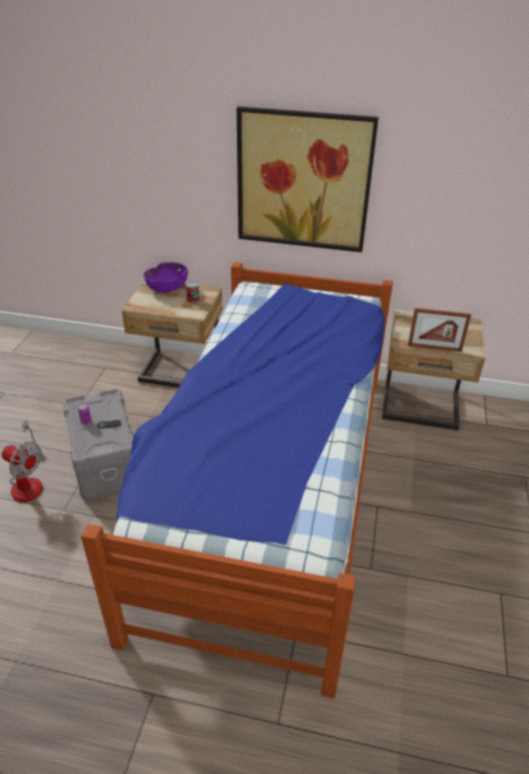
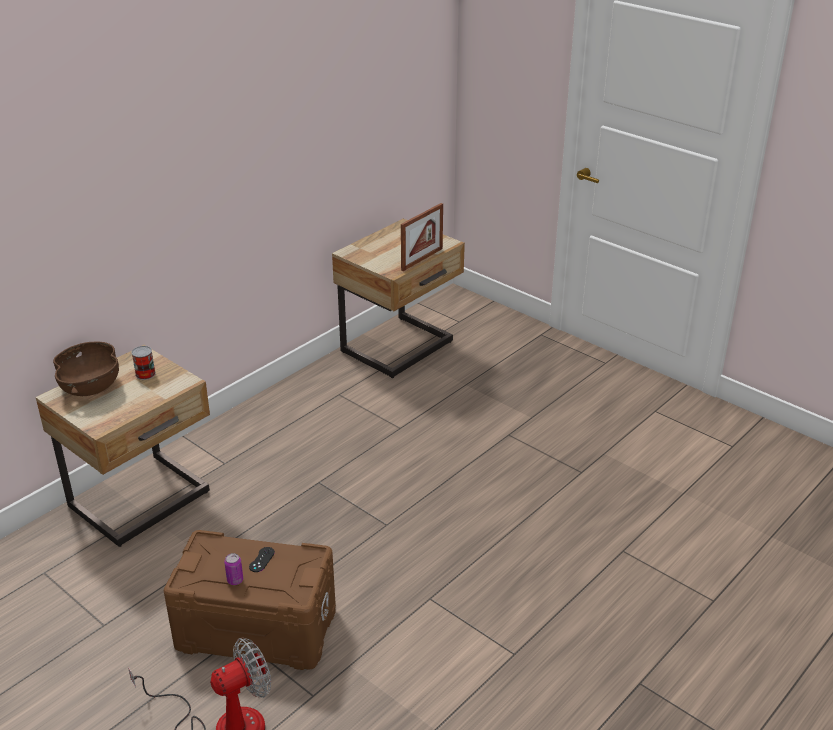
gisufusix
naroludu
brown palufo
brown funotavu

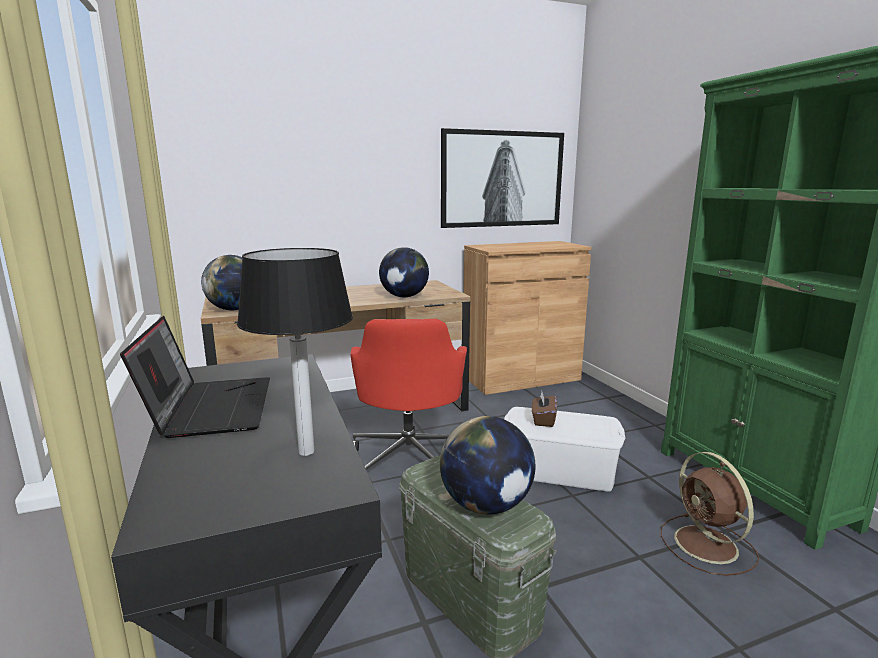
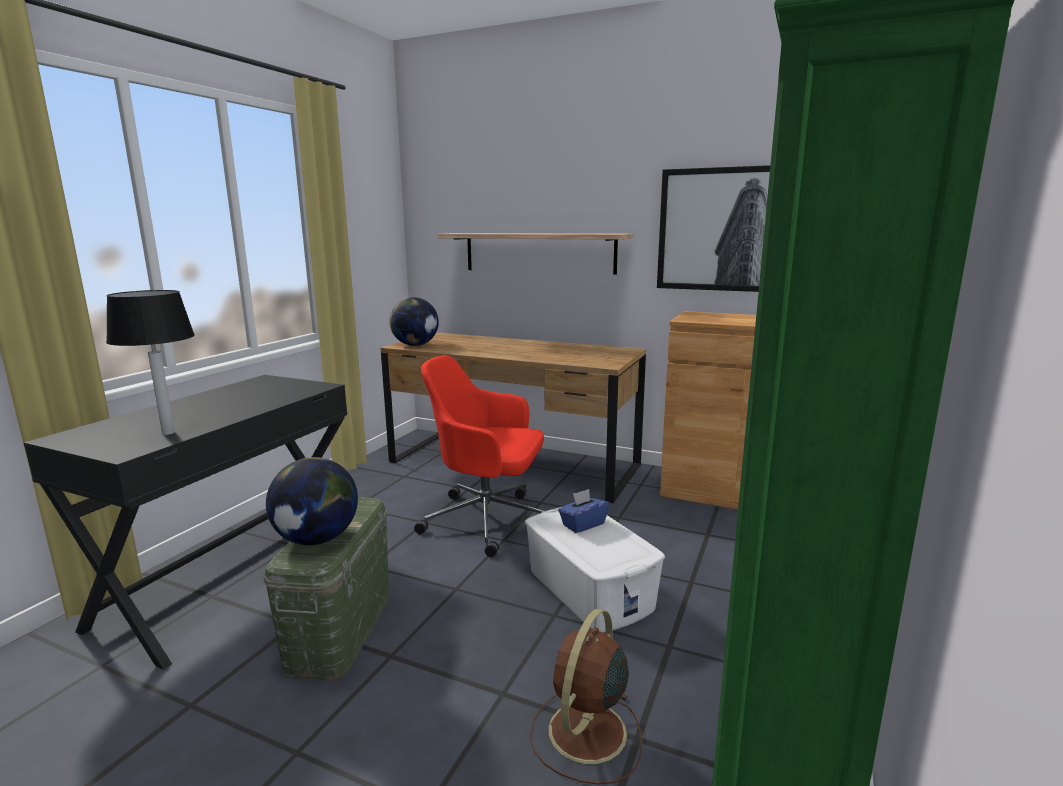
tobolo (2nd from left in the first image)
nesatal
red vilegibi
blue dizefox
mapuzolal

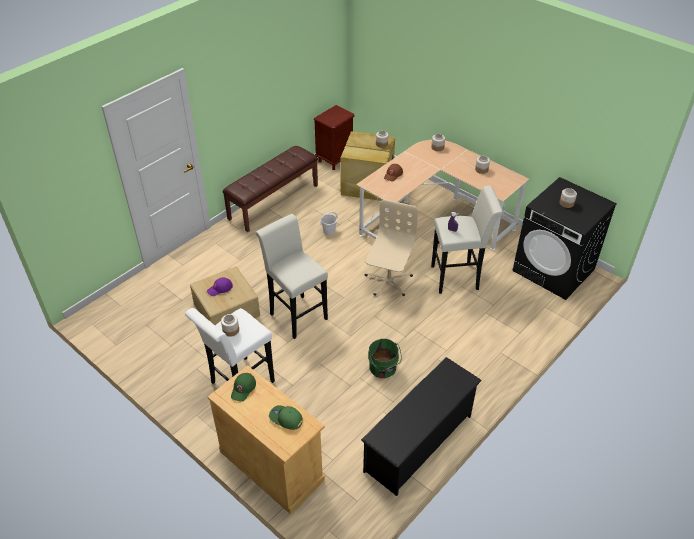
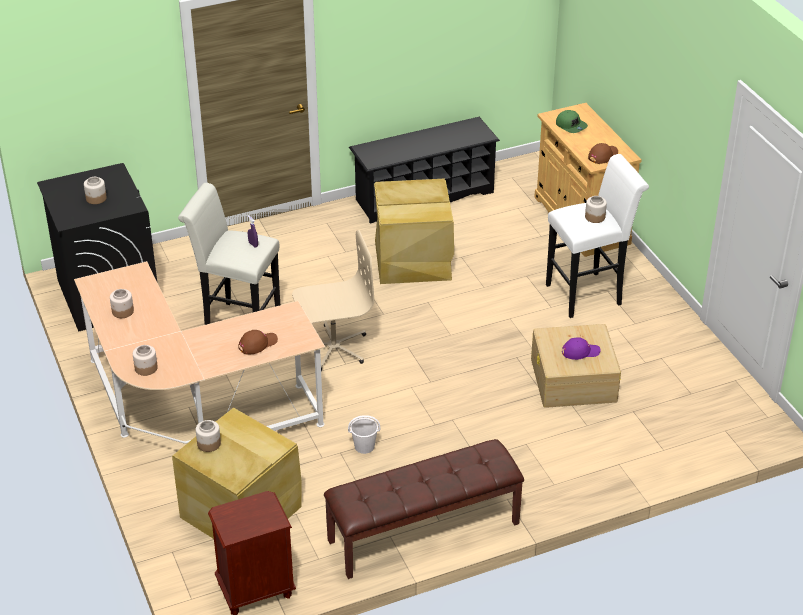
beige vilegibi
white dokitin (2nd from left in the first image)
beige funotavu (2nd from left)
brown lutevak (2nd from left)

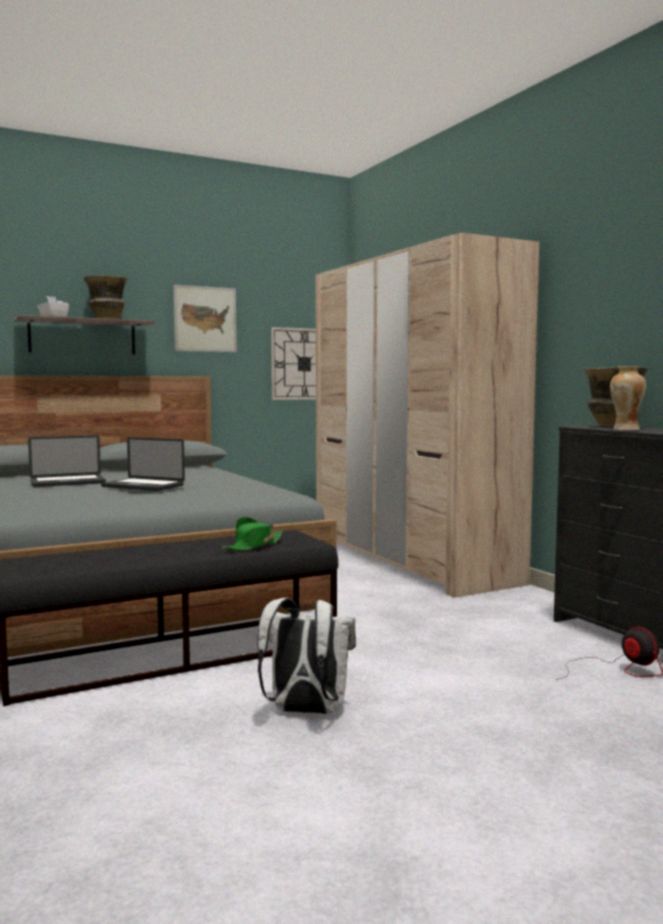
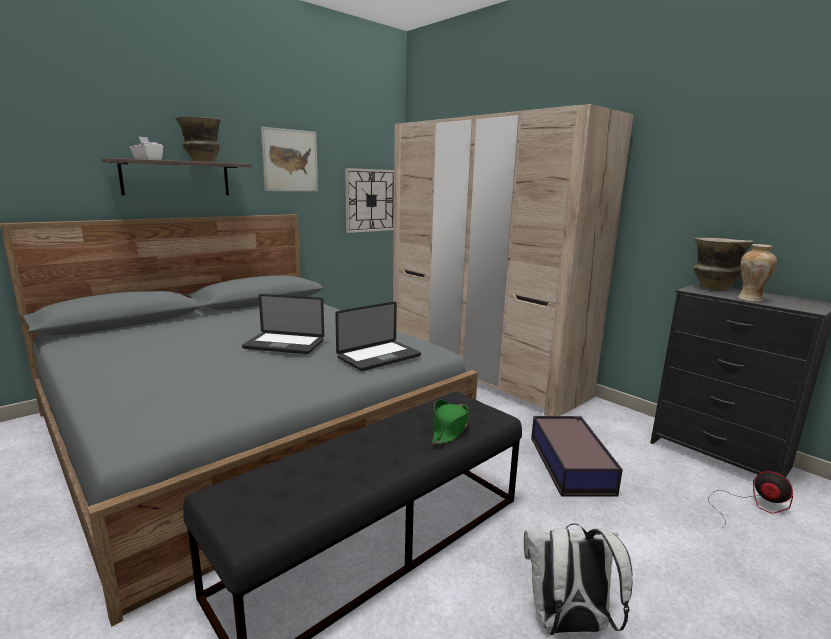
nesatal (2nd from left)
funotavu

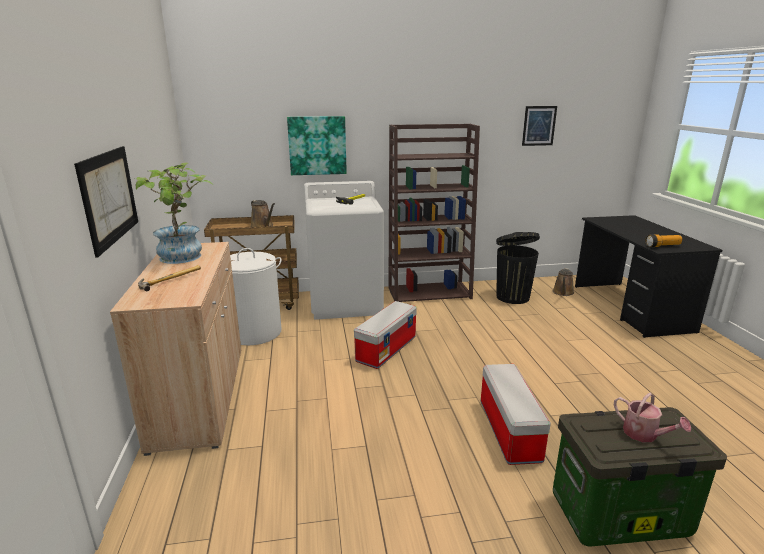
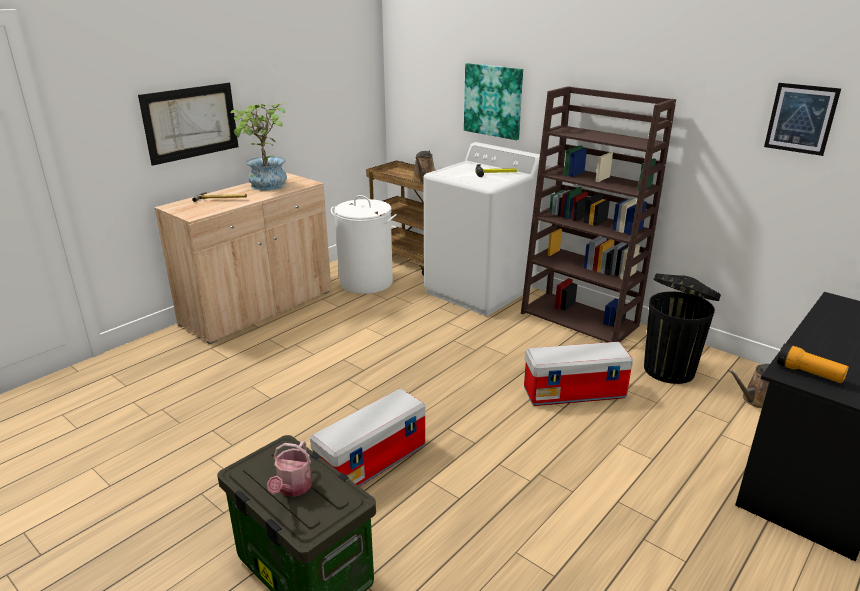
funotavu (3rd from left)

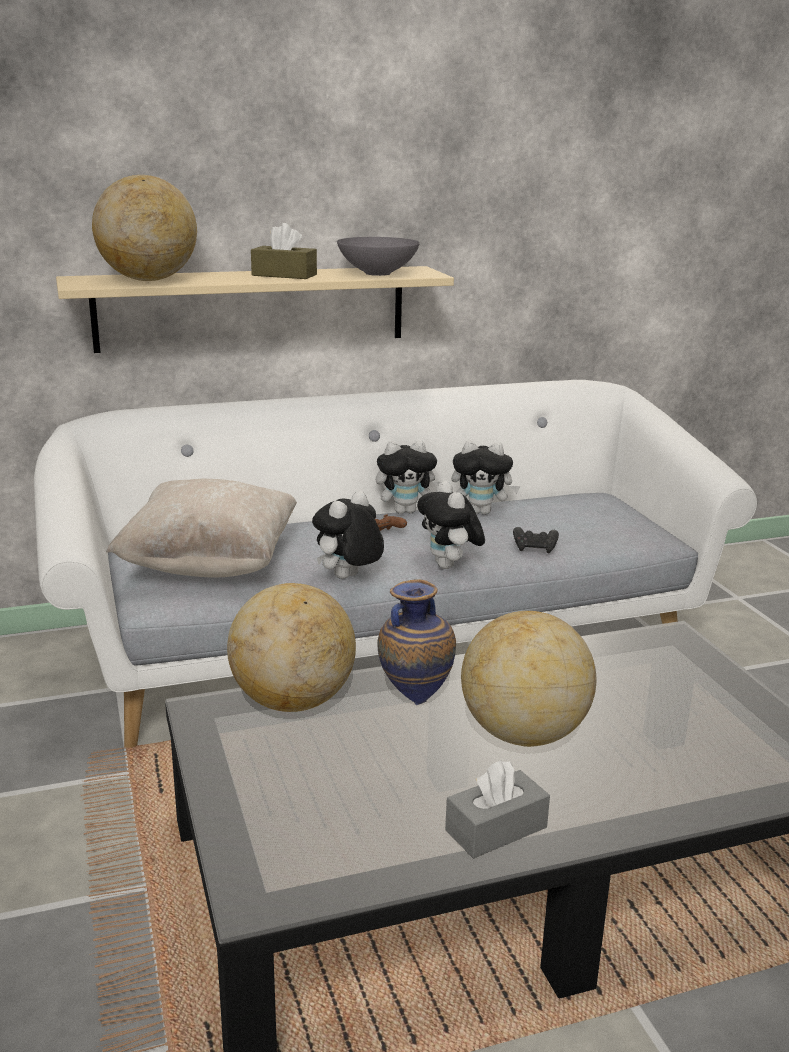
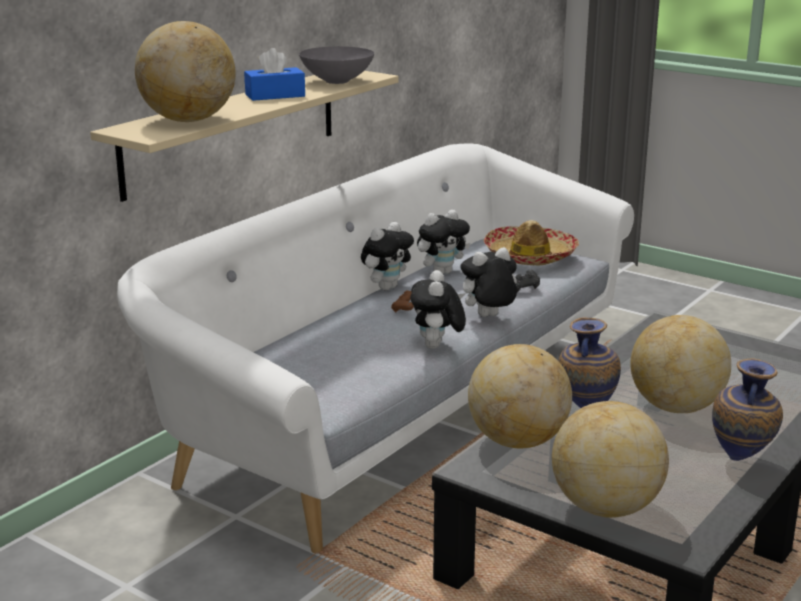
blue dizefox
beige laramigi
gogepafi (4th from left)
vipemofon (2nd from left)
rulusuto
tobolo (3rd from left)

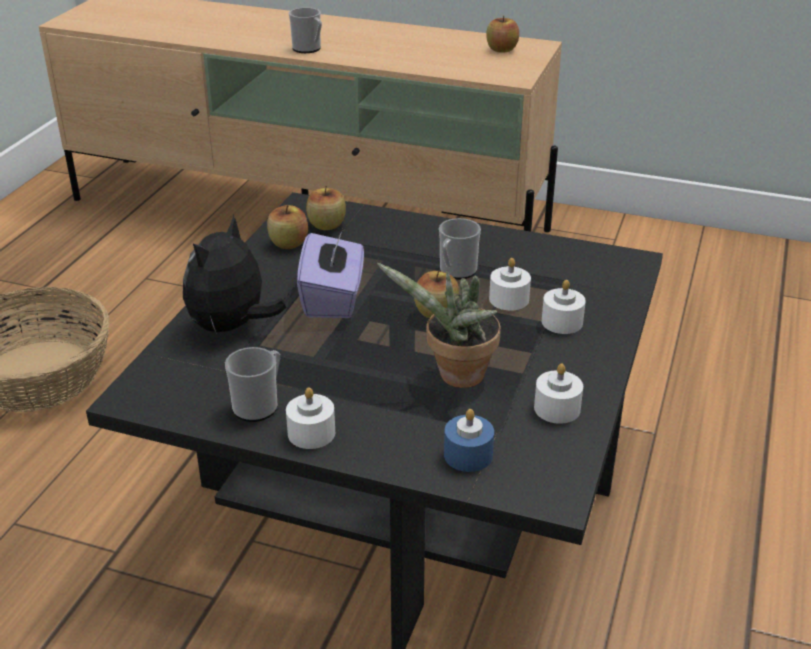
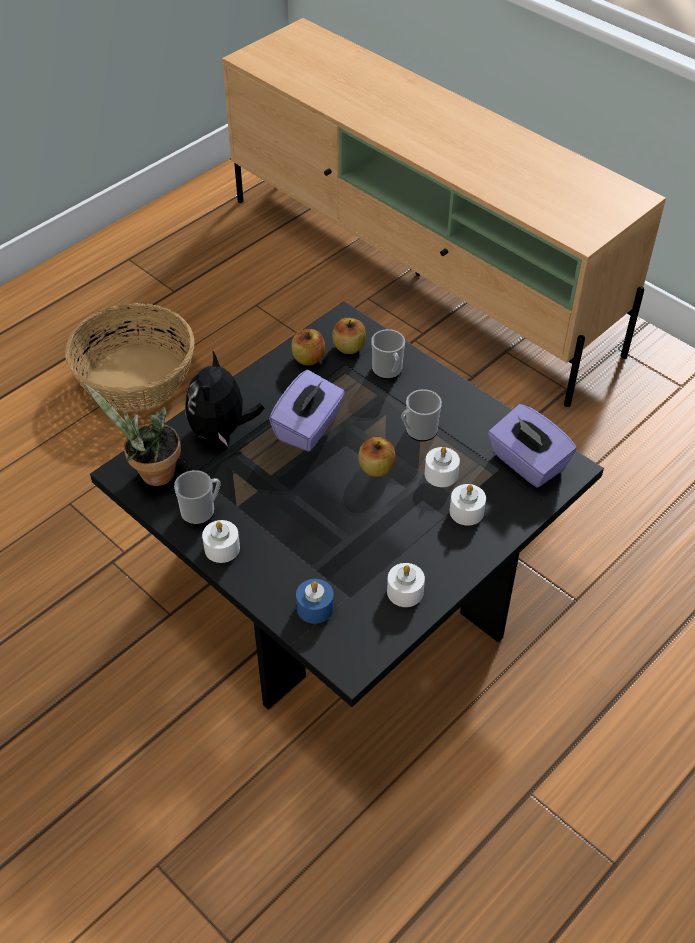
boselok (2nd from left)
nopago (4th from left in the first image)
gogepafi
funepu
purple dizefox (2nd from left)

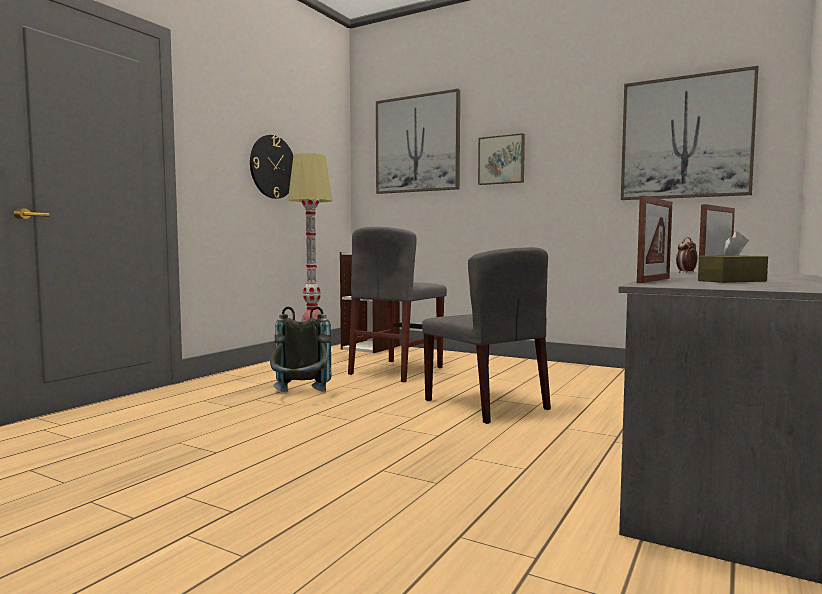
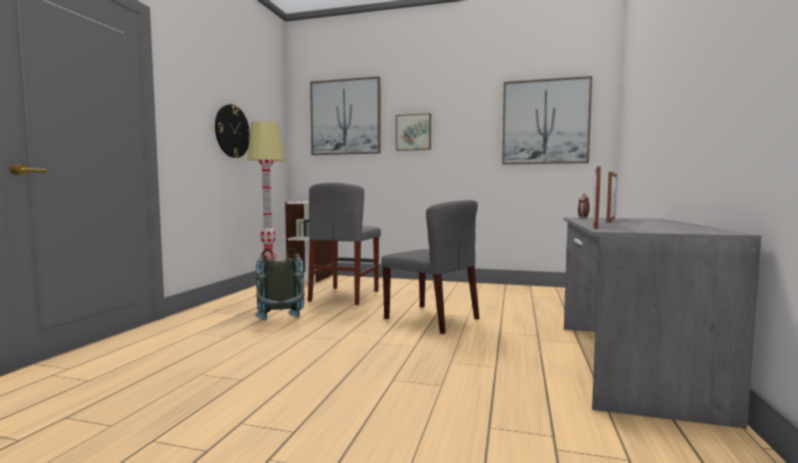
brown dizefox

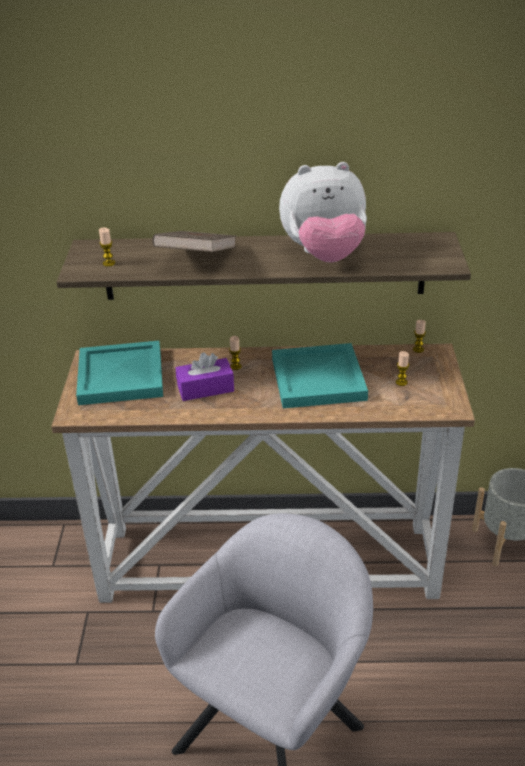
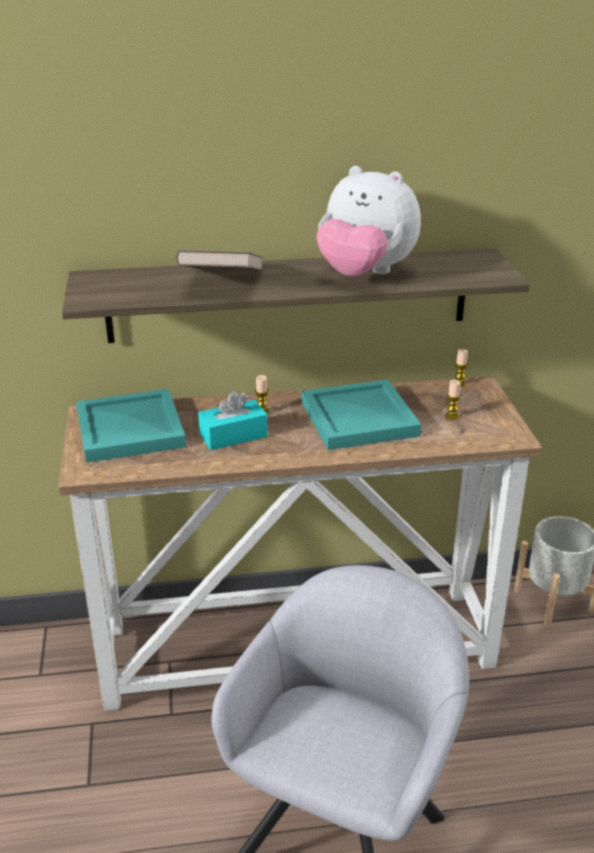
gogepafi
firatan (1st from left in the first image)
turquoise dizefox

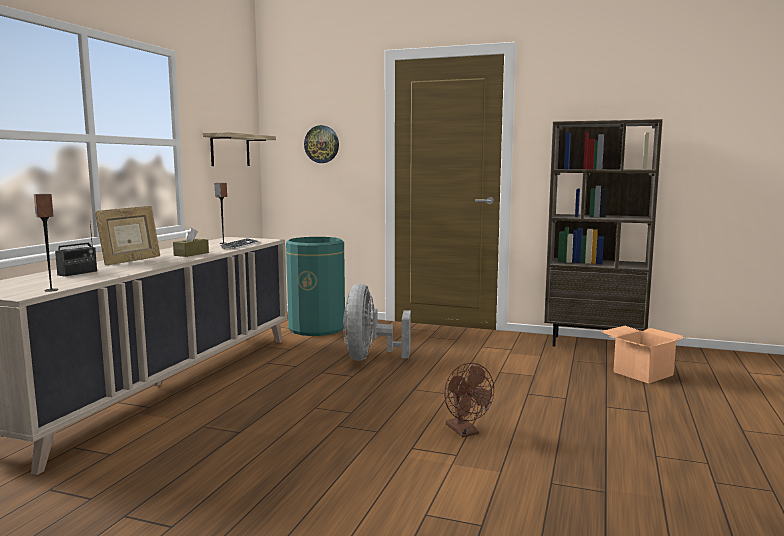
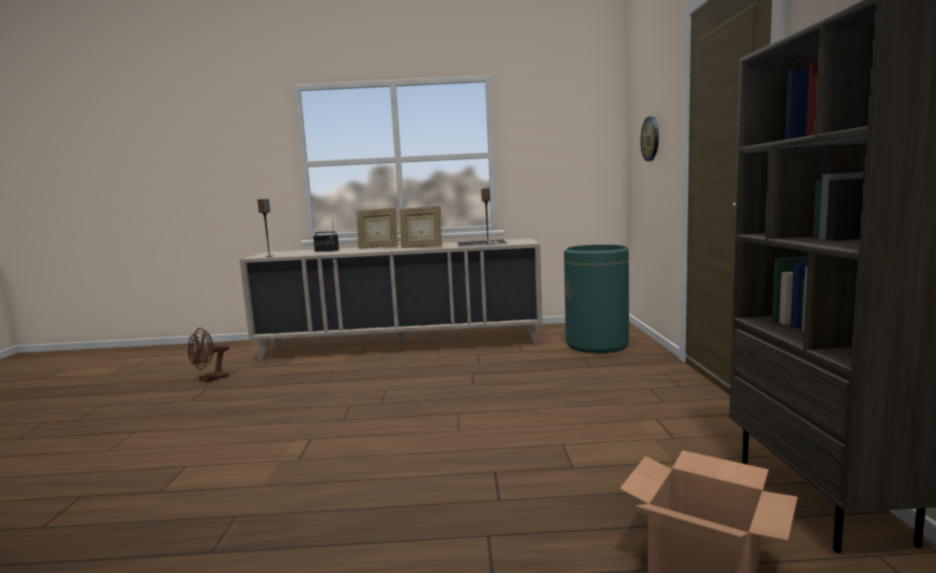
mapuzolal
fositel (2nd from left)
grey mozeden
brown mozeden

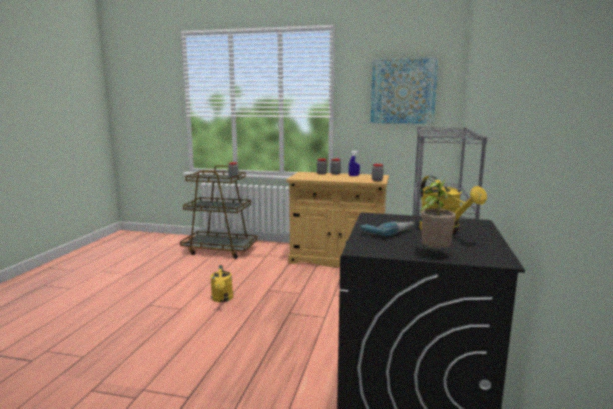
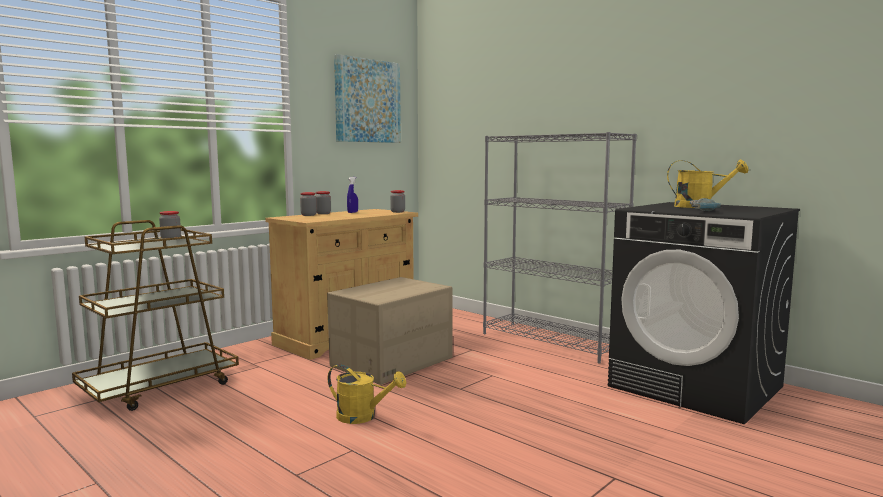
funepu
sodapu

